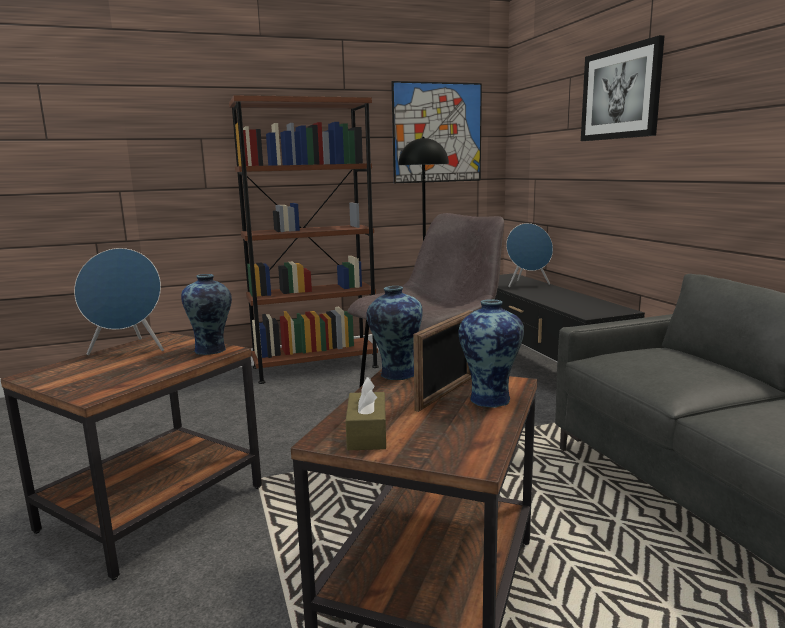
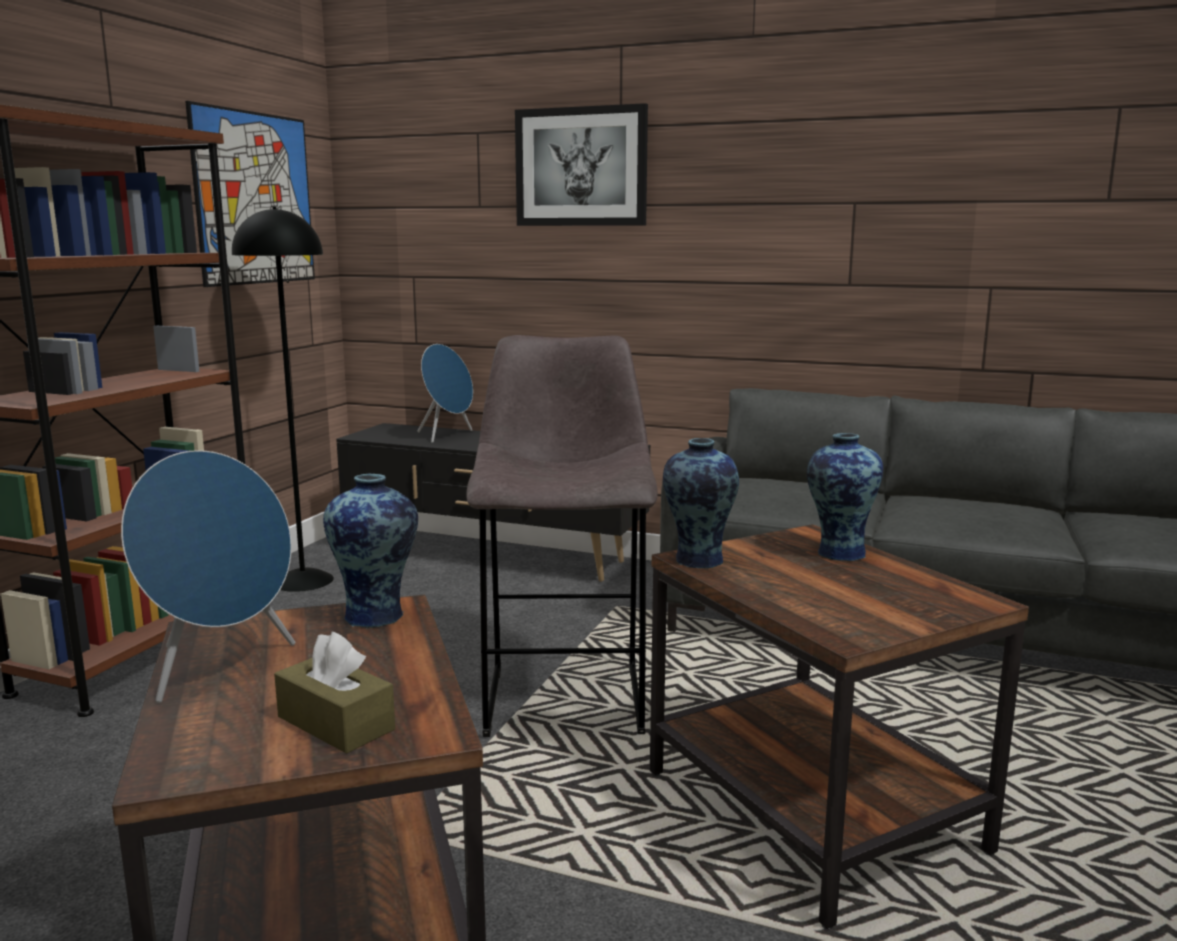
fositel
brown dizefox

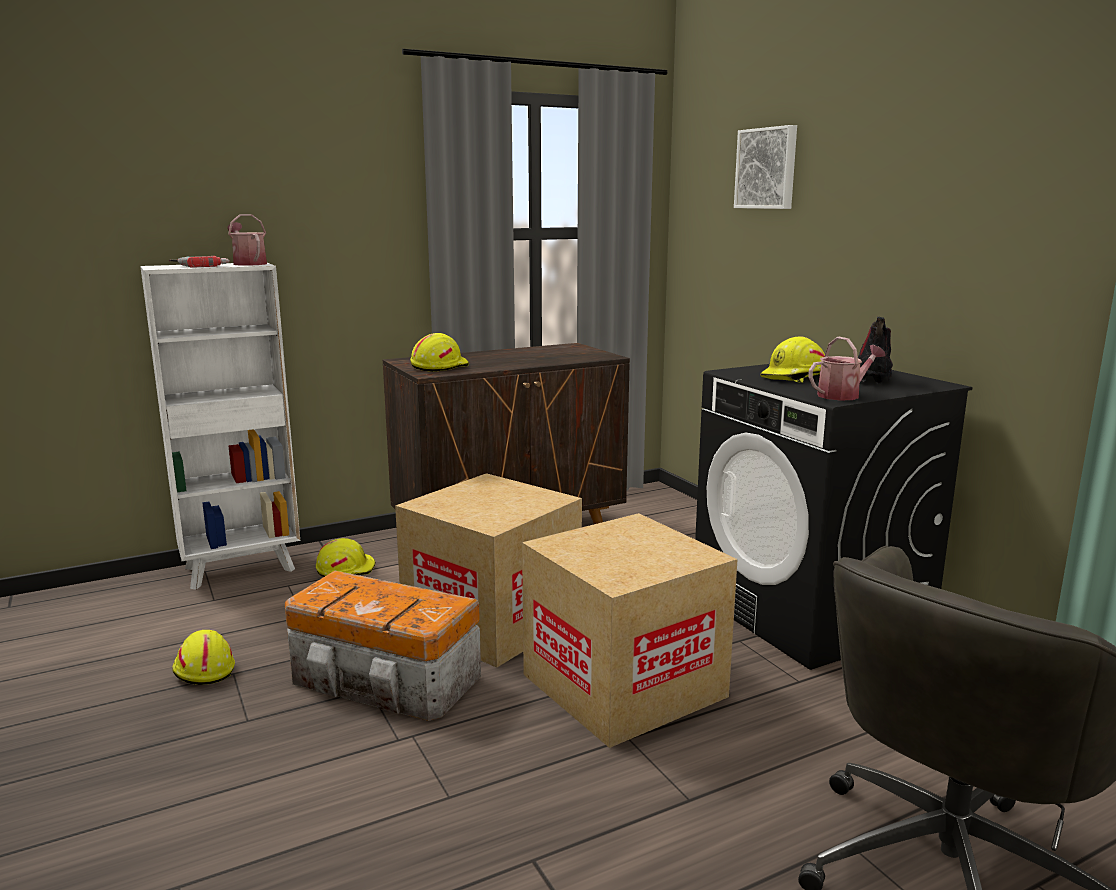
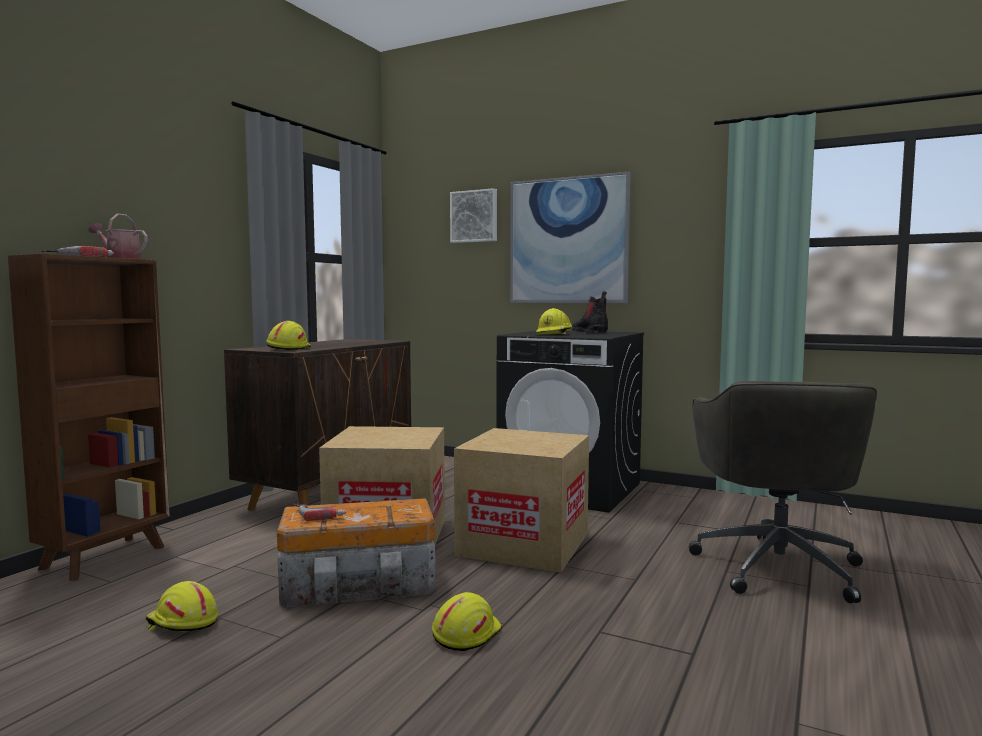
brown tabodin
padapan (2nd from left in the first image)
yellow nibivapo (3rd from left)
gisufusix (2nd from left)
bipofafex (2nd from left)

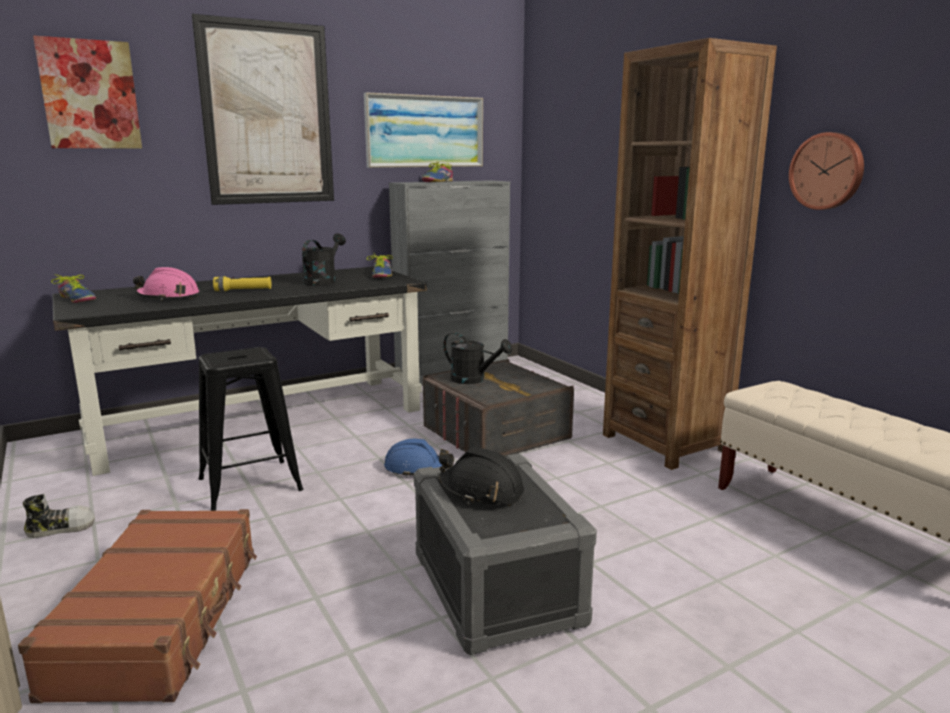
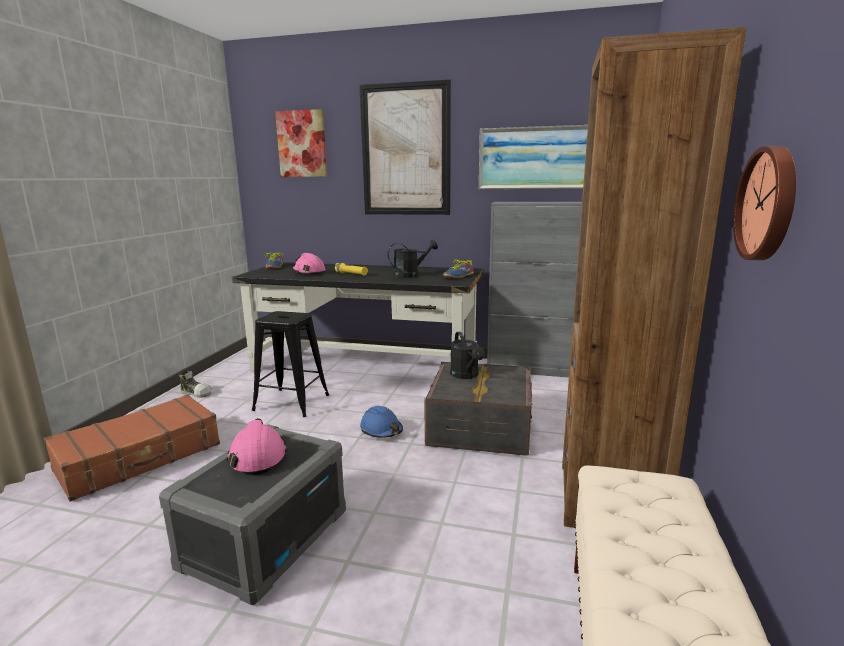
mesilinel (4th from left in the first image)
pink nibivapo (1st from left)

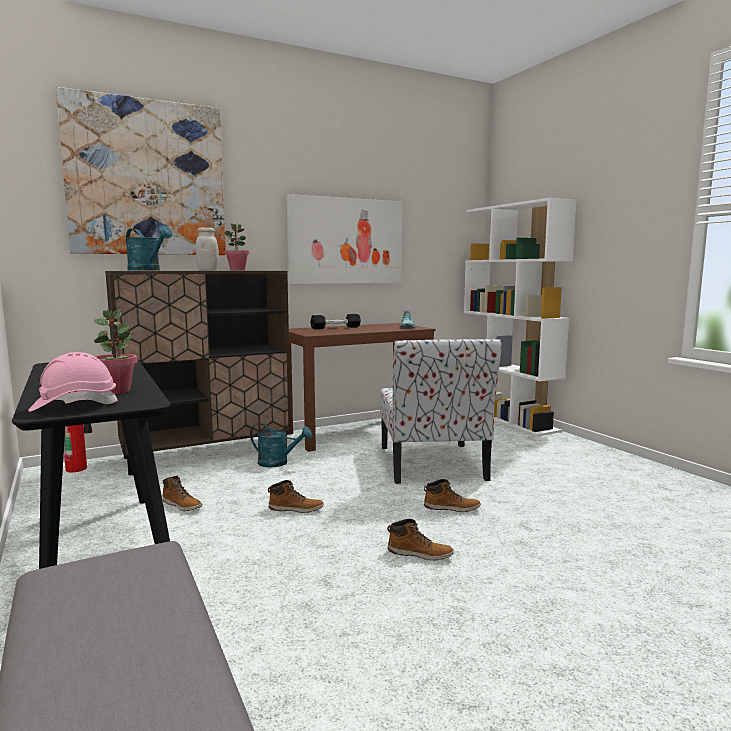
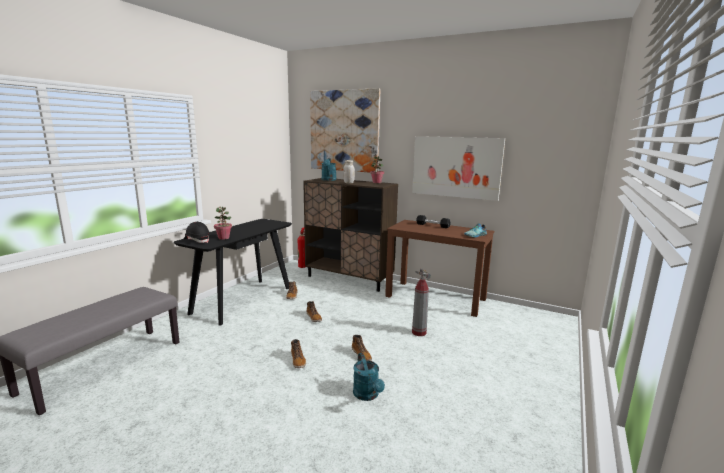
white tabodin
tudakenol (2nd from left)
black nibivapo
turquoise padapan (2nd from left)

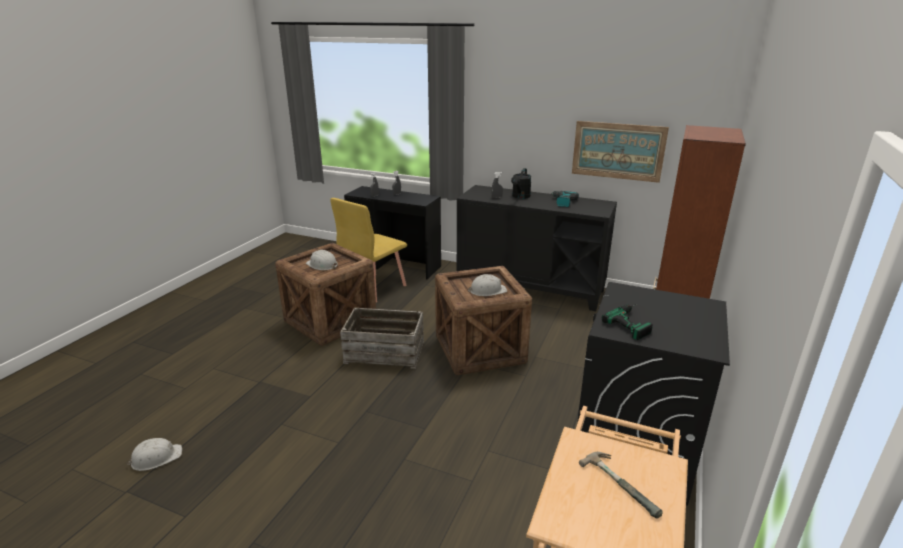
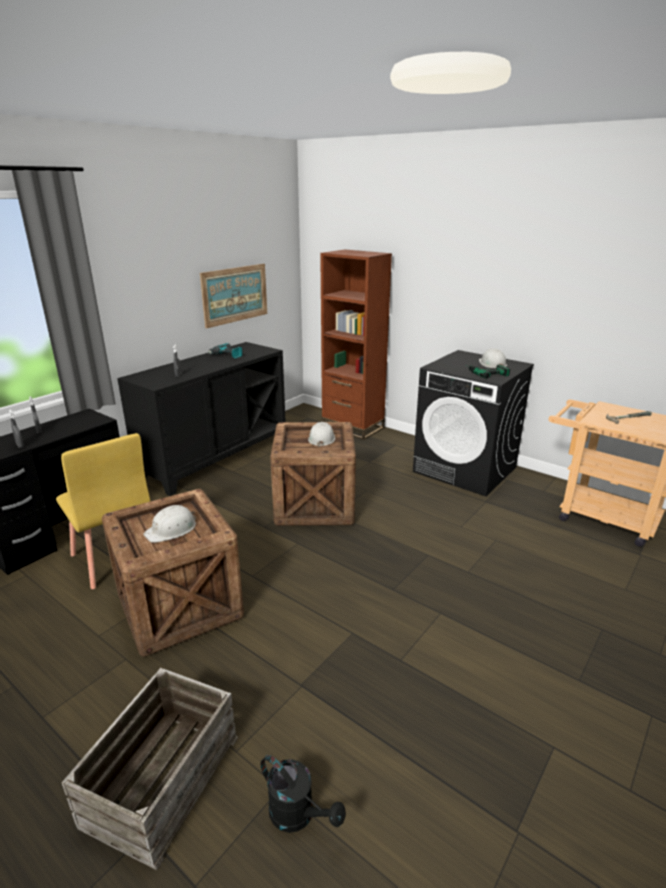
black padapan
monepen (1st from left)
white nibivapo (3rd from left)

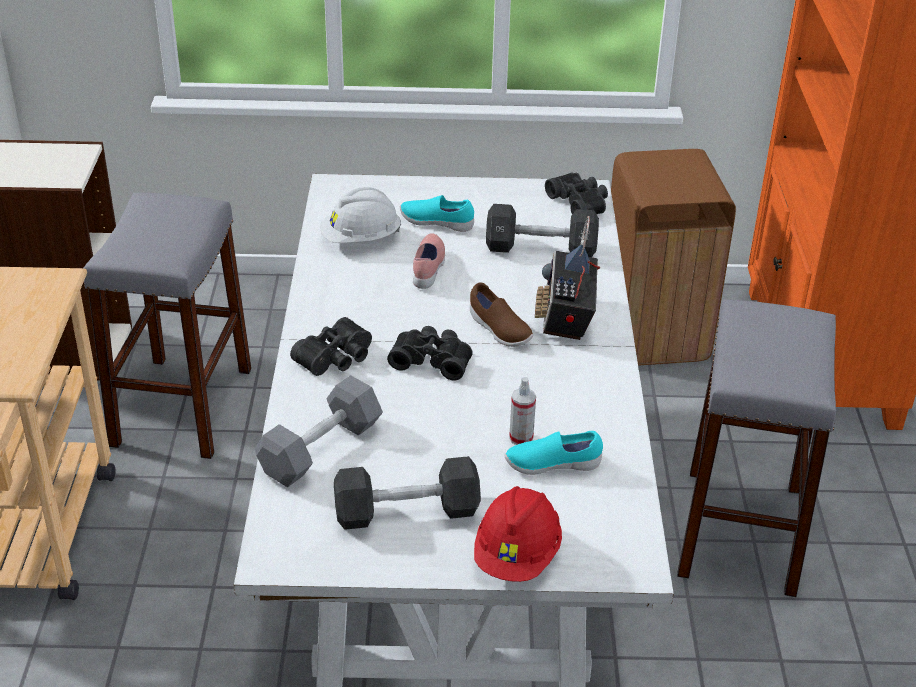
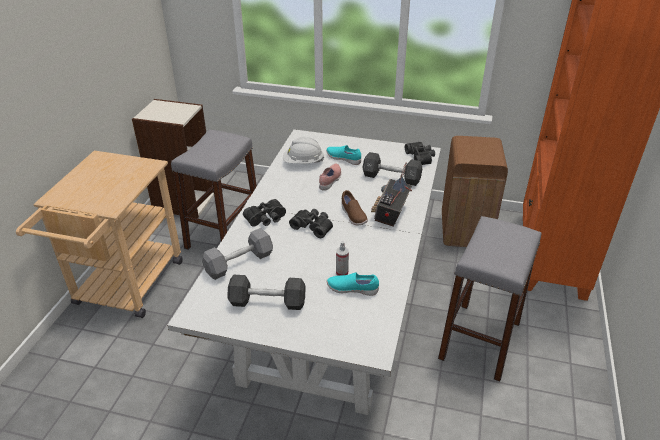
red nibivapo

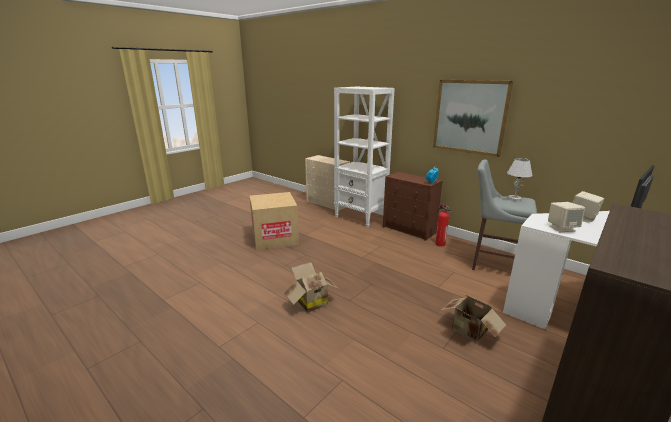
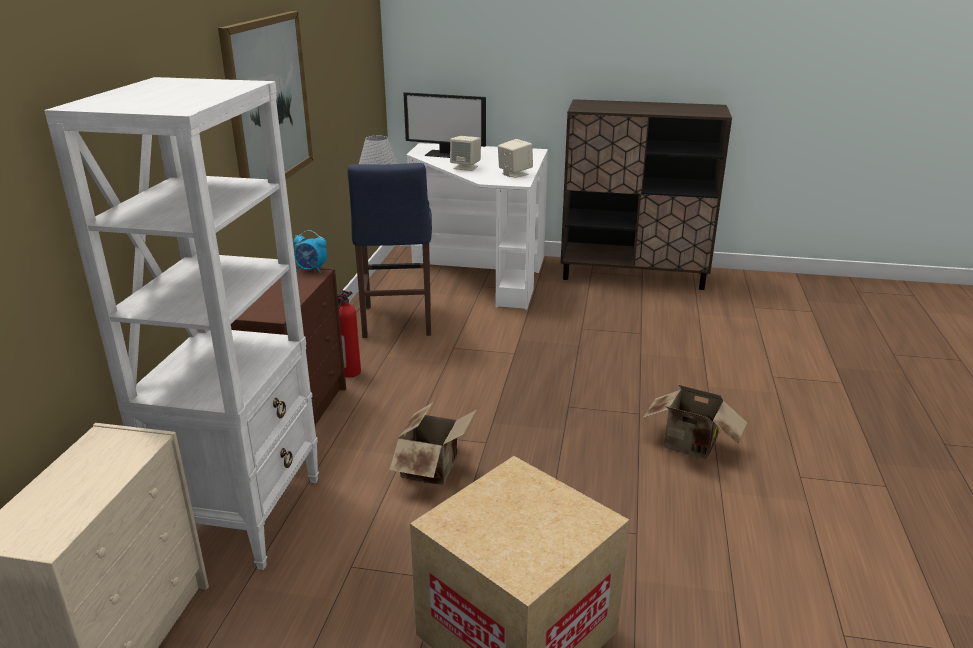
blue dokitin
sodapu (1st from left)

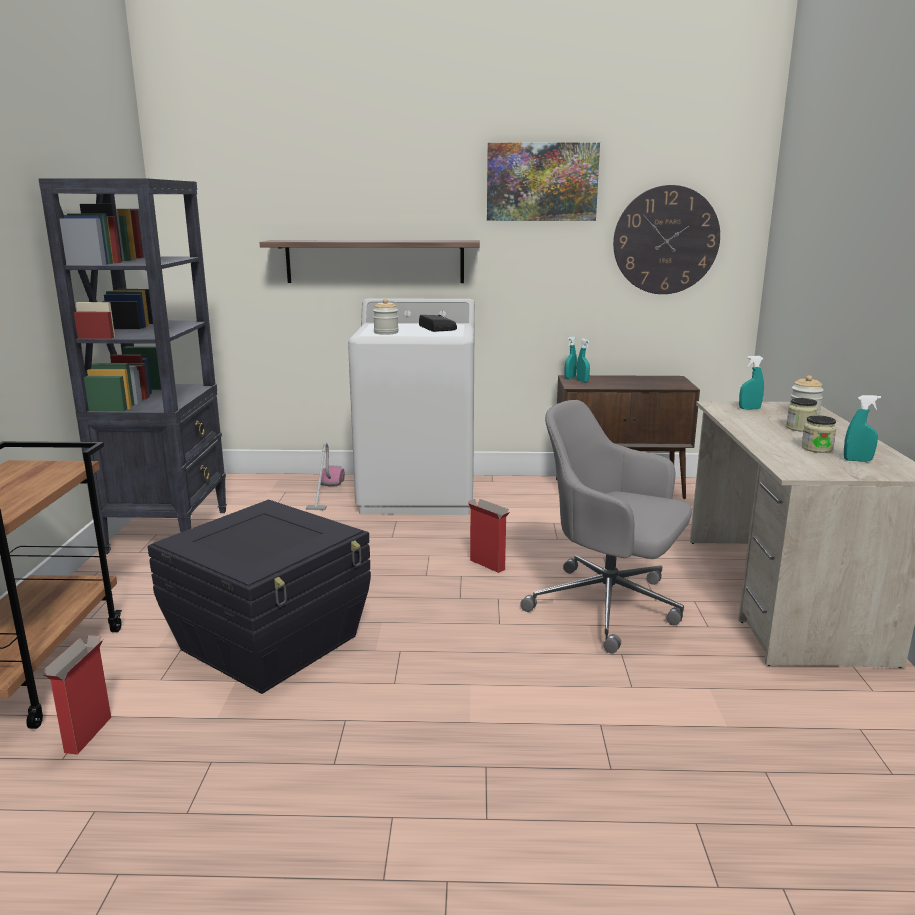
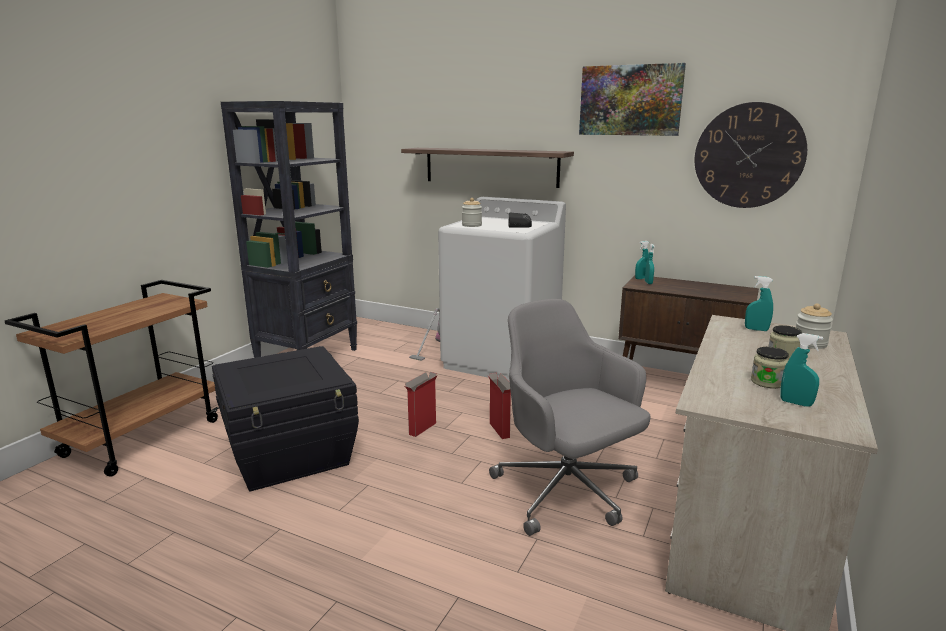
sodapu (1st from left)

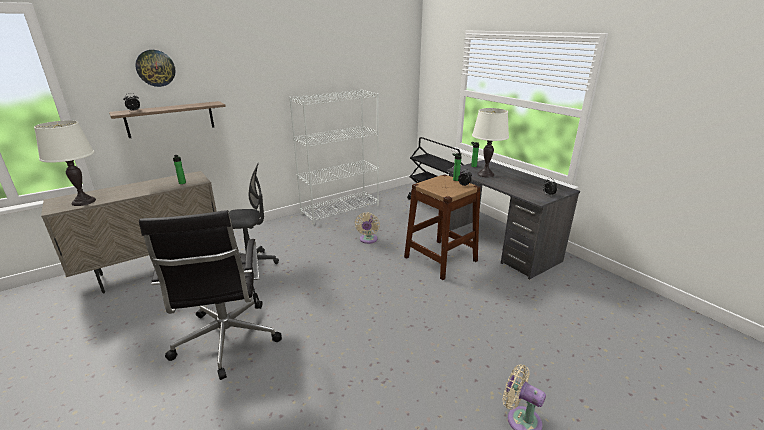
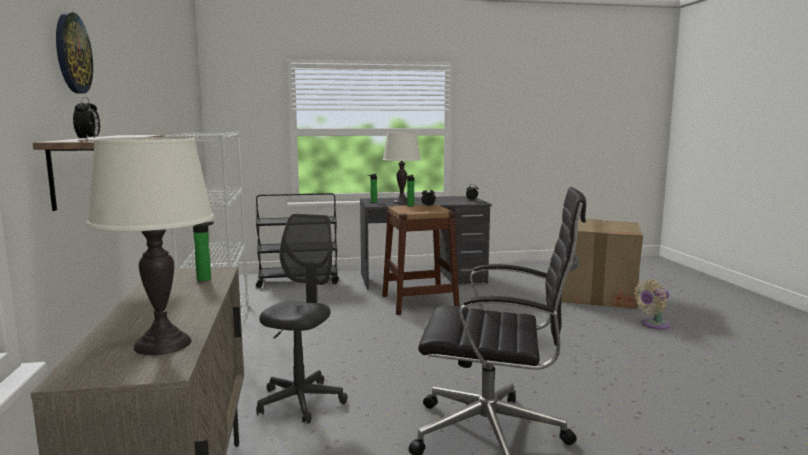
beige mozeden (1st from left in the first image)
sodapu

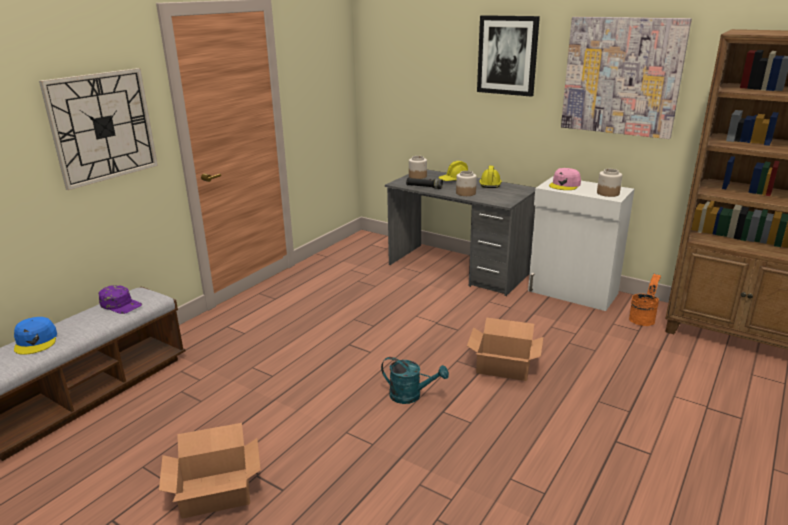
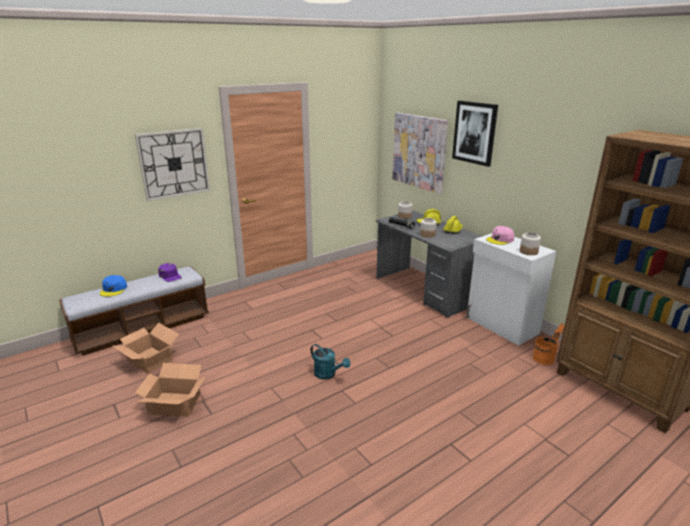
gisufusix (1st from left)
sodapu (1st from left)

